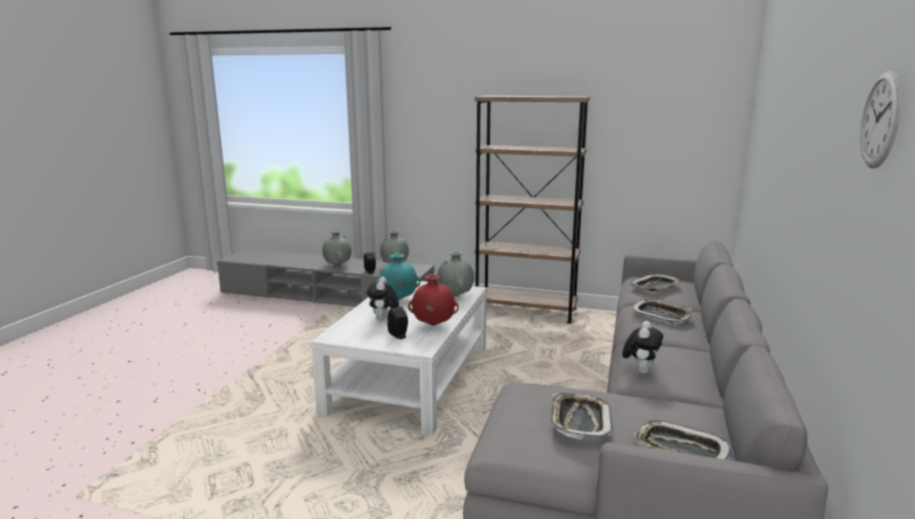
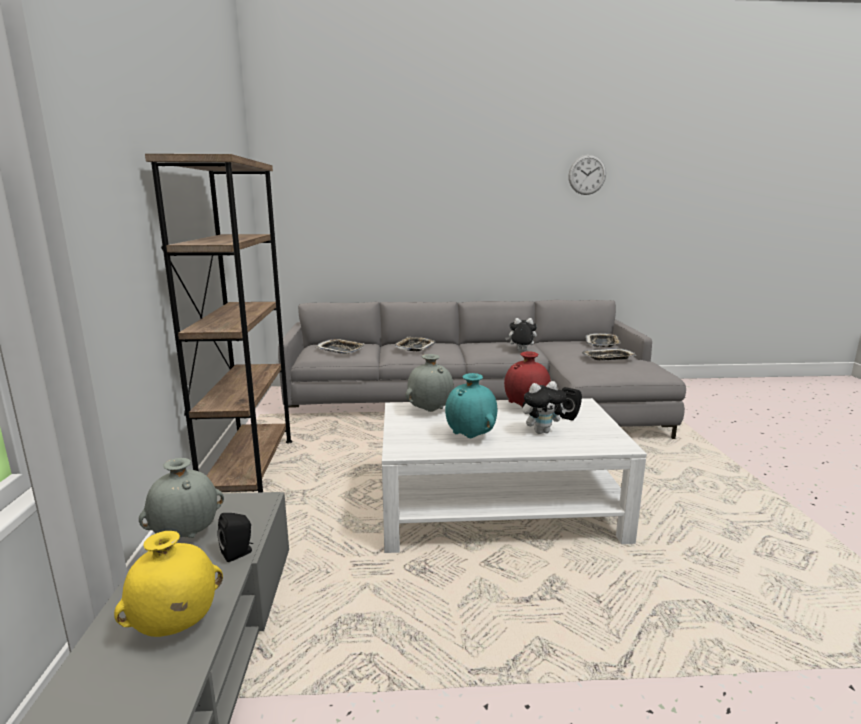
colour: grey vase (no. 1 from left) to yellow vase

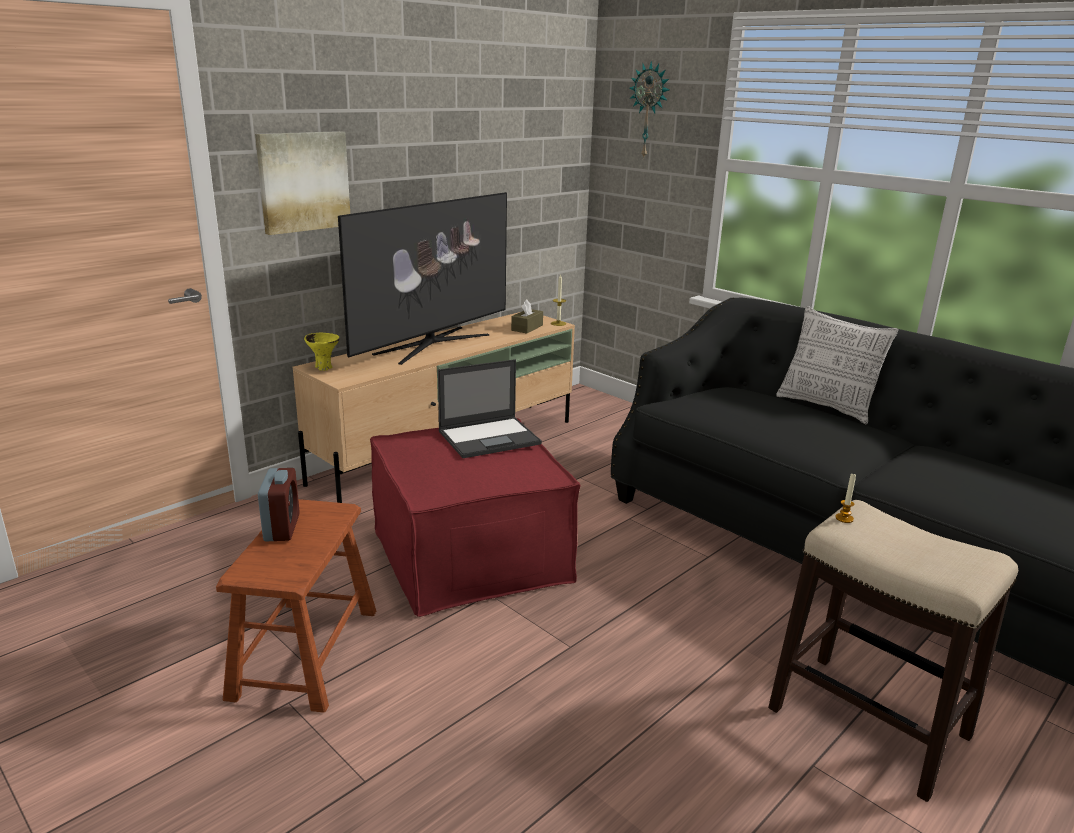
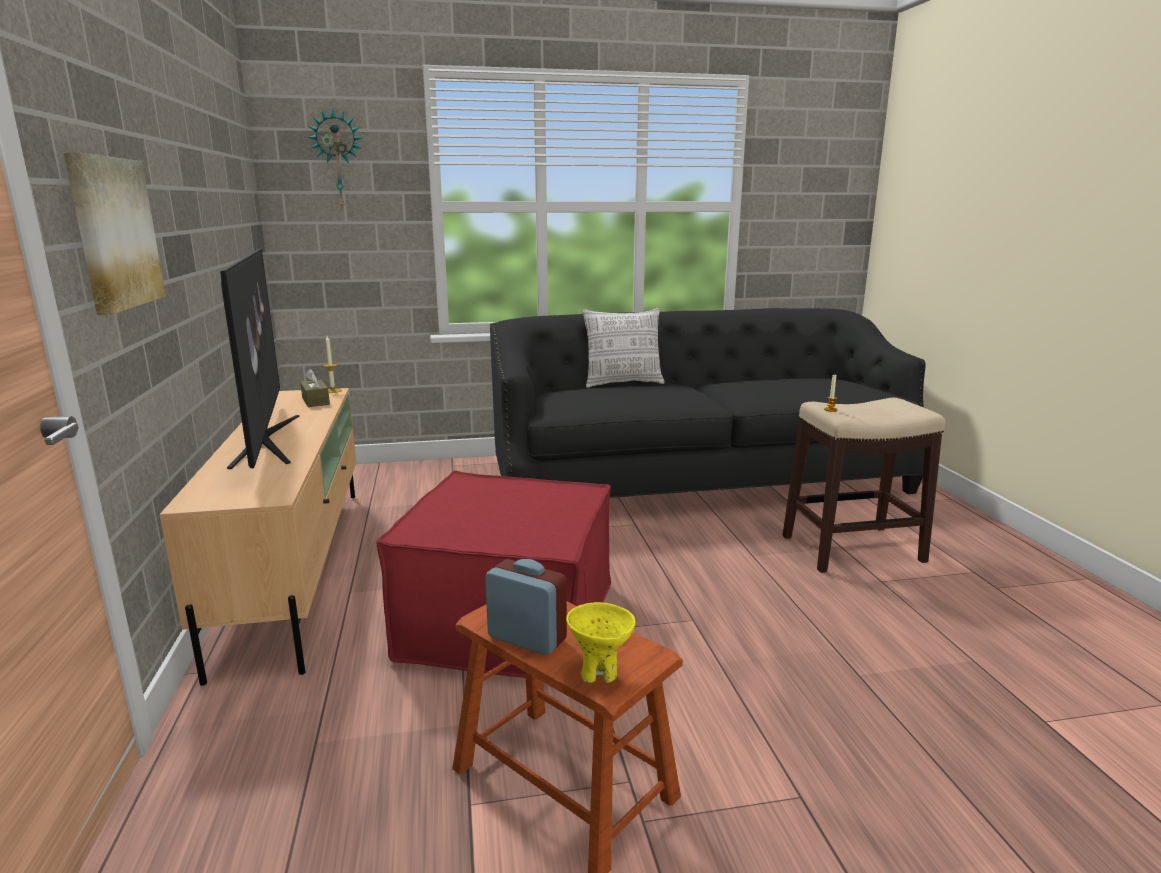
missing: laptop
relocated: yellow bowl

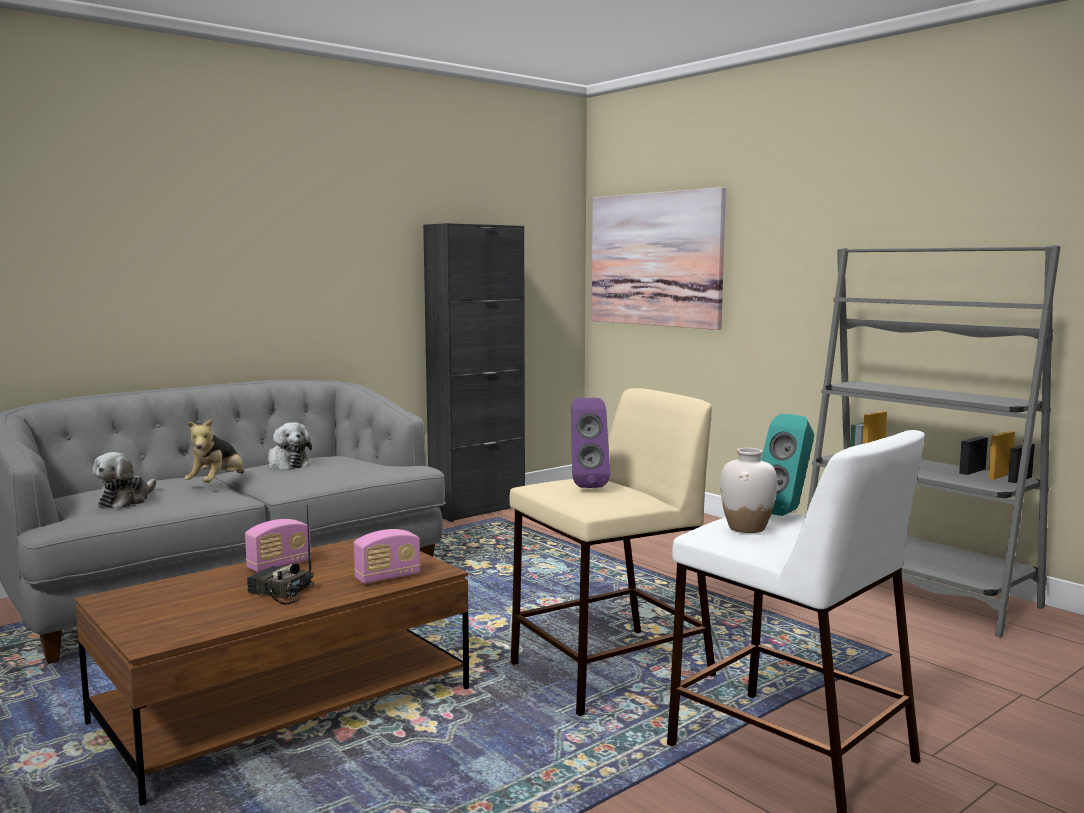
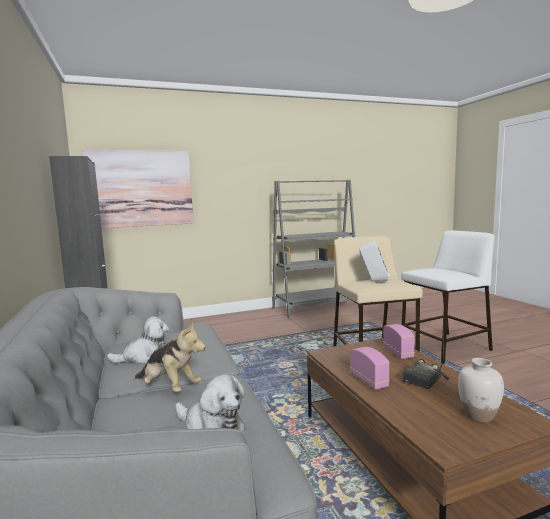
missing: turquoise speaker
relocated: white vase
colour: purple speaker to white speaker

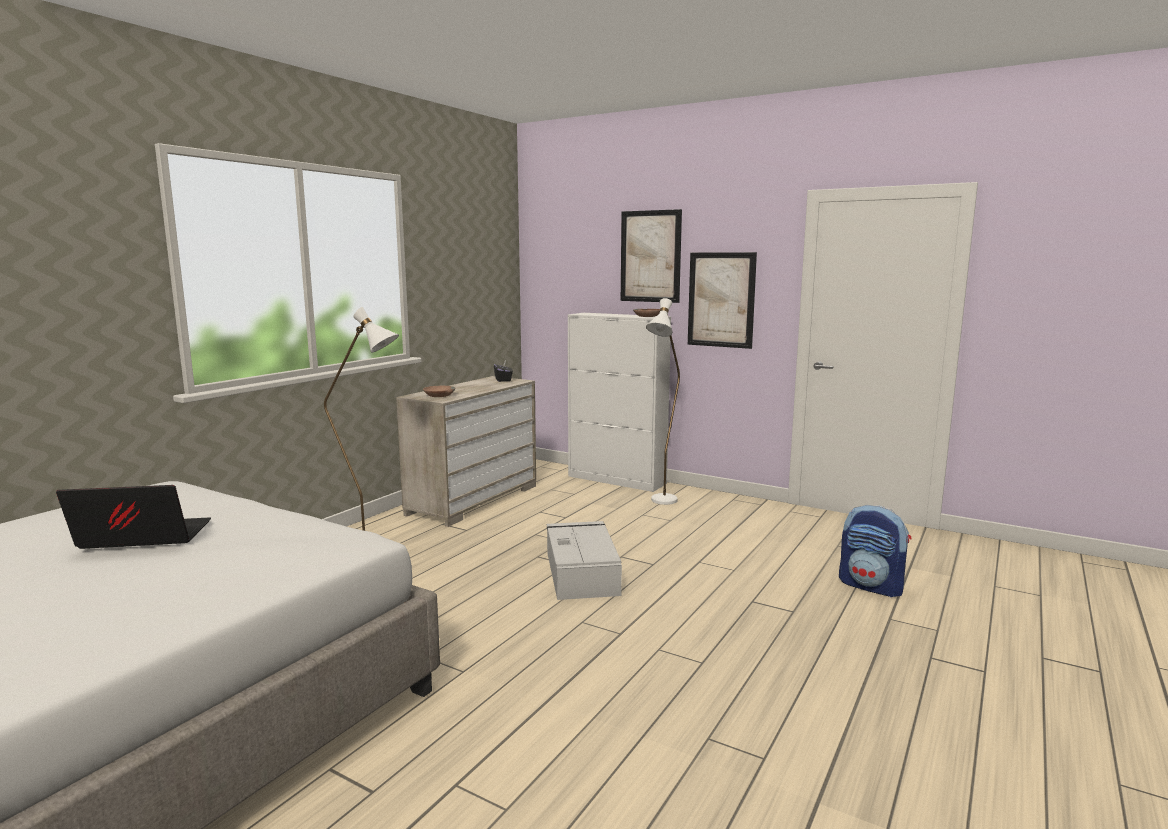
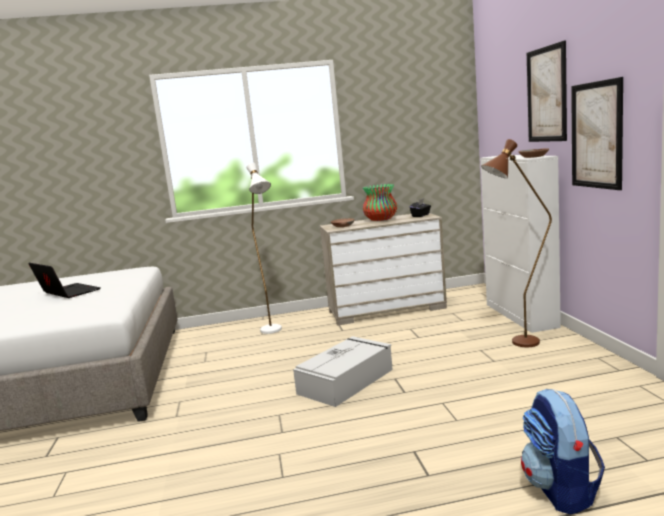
appeared: vase
colour: white floor lamp (no. 2 from left) to brown floor lamp

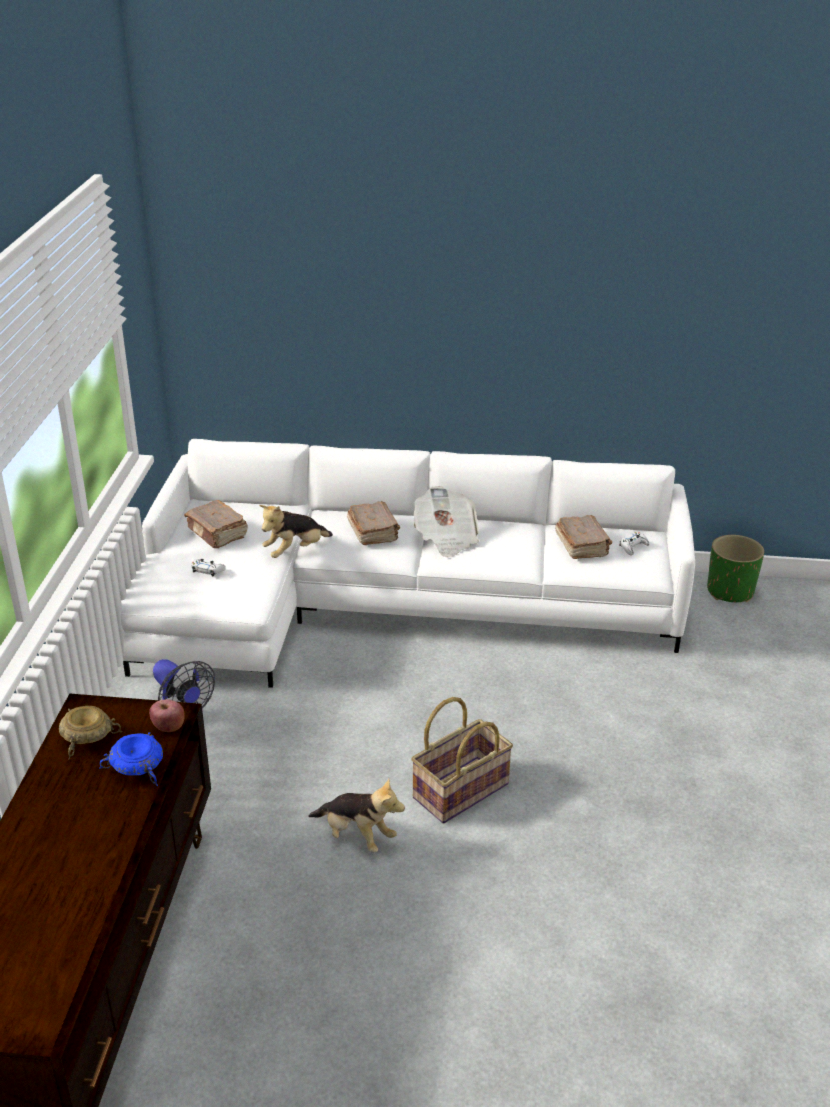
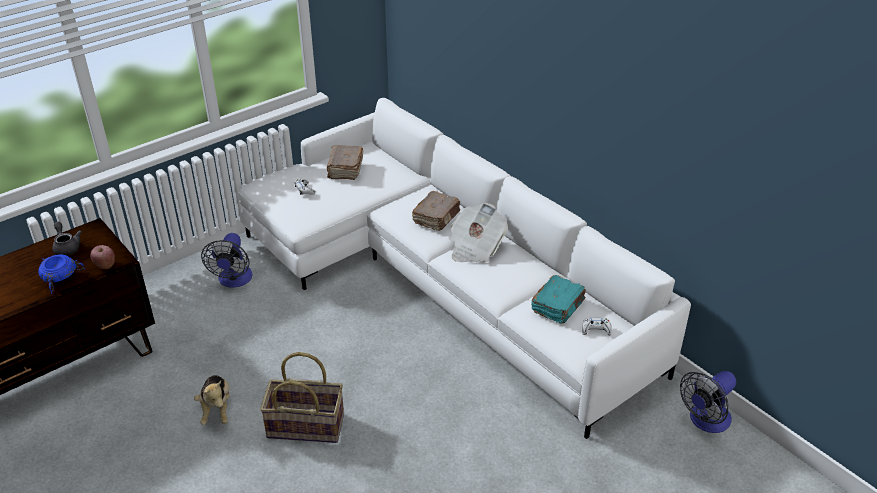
missing: plush toy (no. 1 from left)
exchanged: green planter to fan (no. 2 from left); beige bowl to grey teapot
colour: brown book (no. 3 from left) to turquoise book

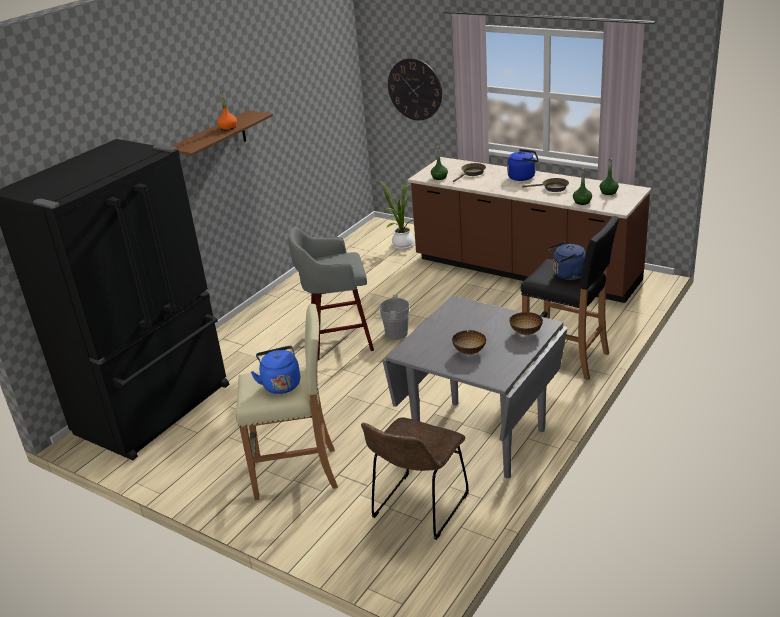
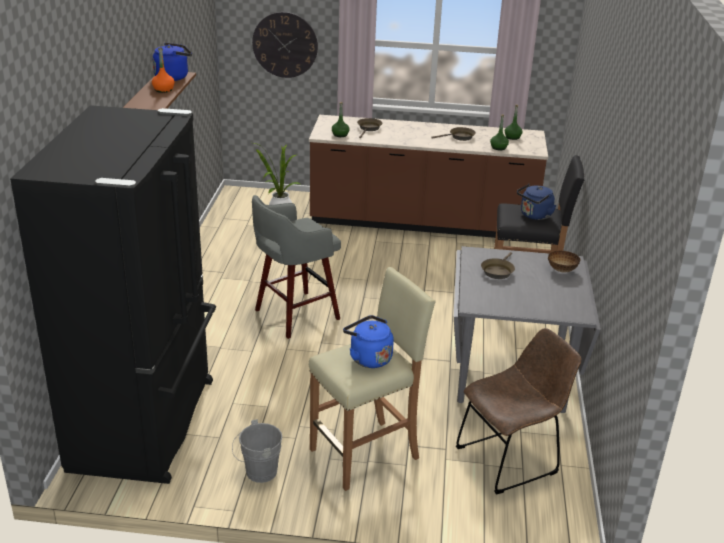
missing: bowl (no. 1 from left)
appeared: brown frying pan (no. 3 from left)
relocated: blue kettle (no. 2 from left in the first image) to blue kettle (no. 1 from left); grey bucket
spun: brown chair 120 degrees counterclockwise

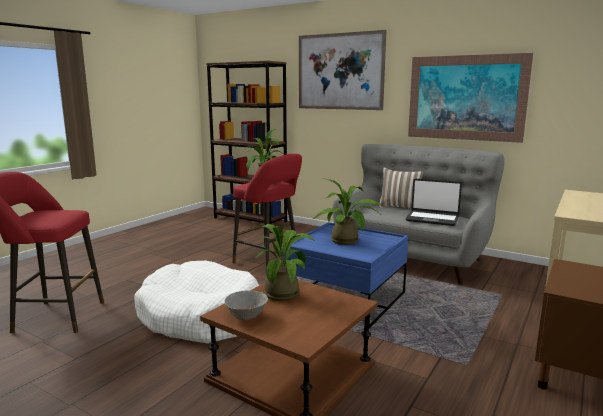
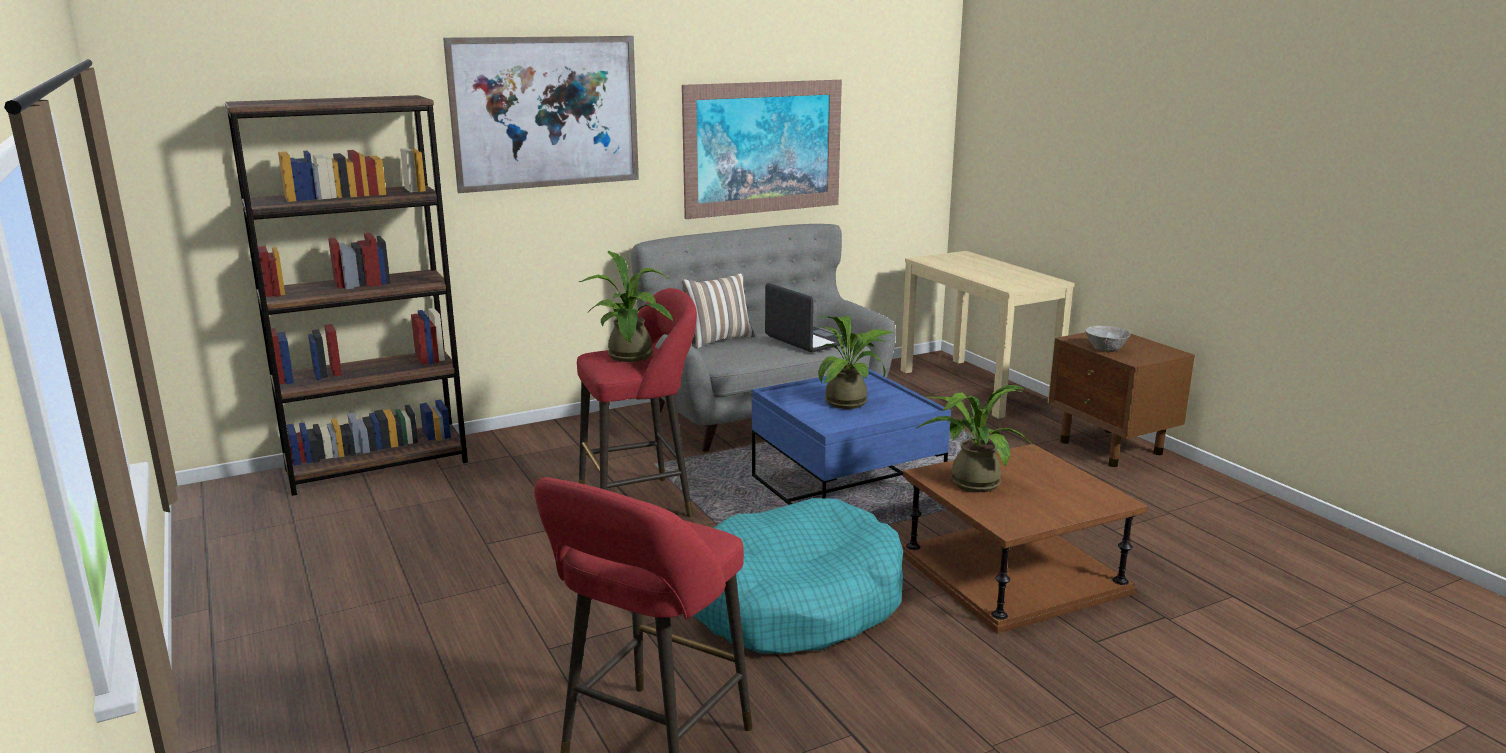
relocated: grey bowl
colour: white dog bed to turquoise dog bed
spun: laptop 90 degrees counterclockwise

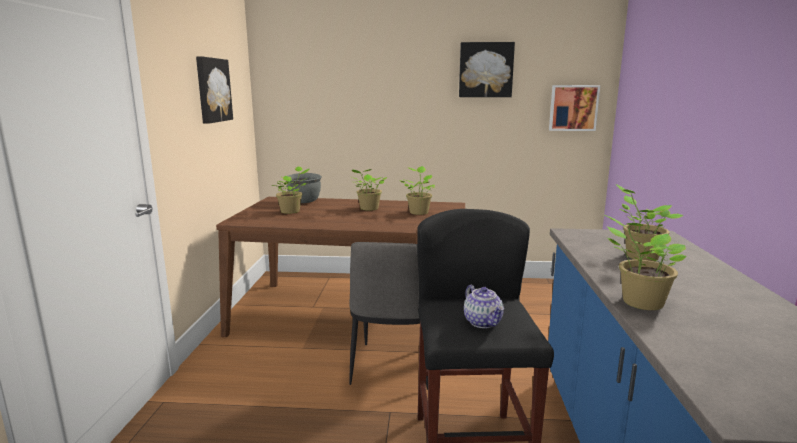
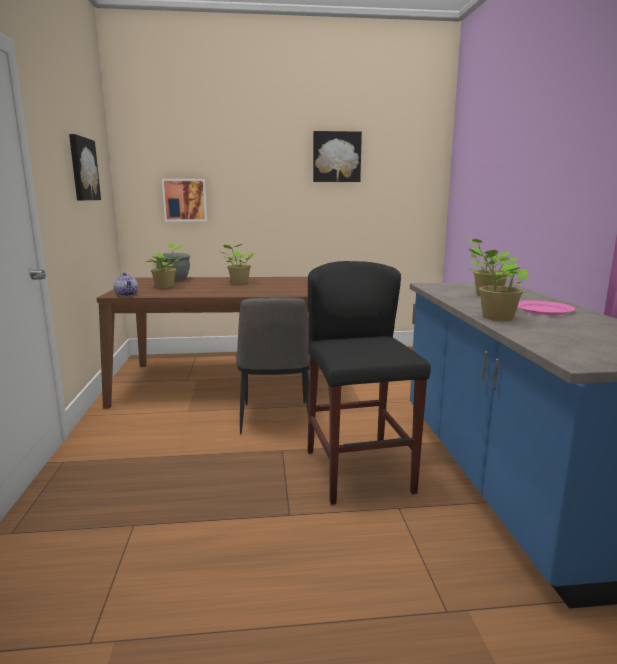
missing: potted plant (no. 3 from left)
appeared: pink plate
relocated: picture (no. 3 from left in the first image) to picture (no. 2 from left); teapot

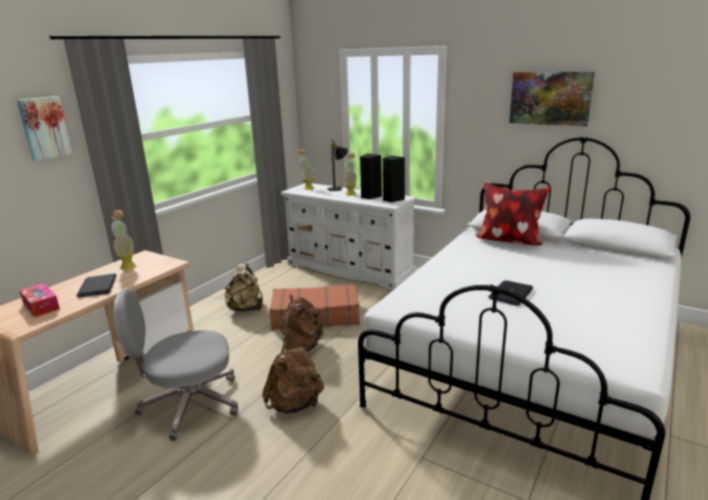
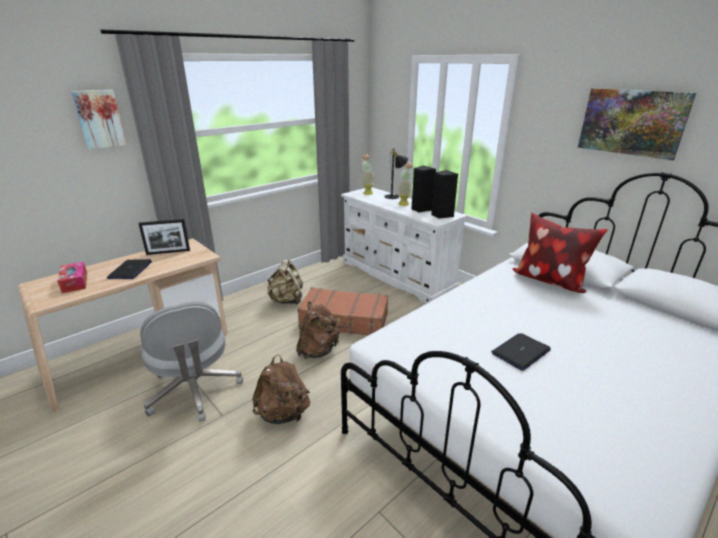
exchanged: potted plant (no. 1 from left) to picture frame
spun: grey office chair 120 degrees counterclockwise

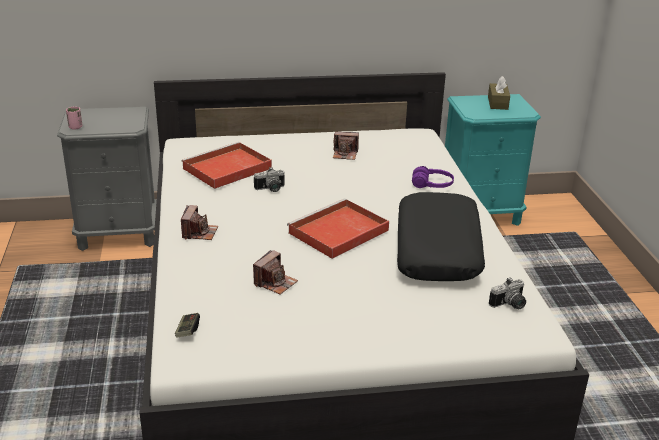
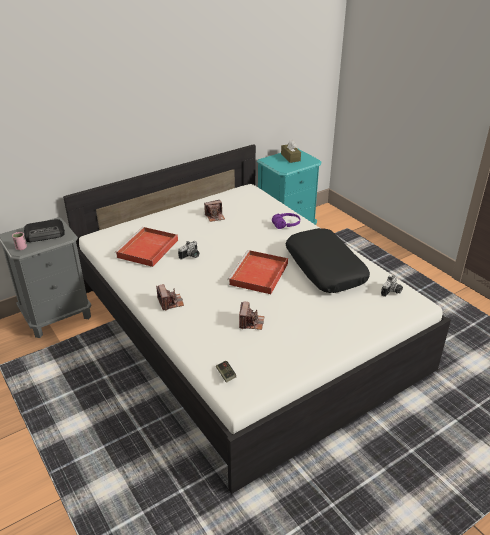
appeared: radio

